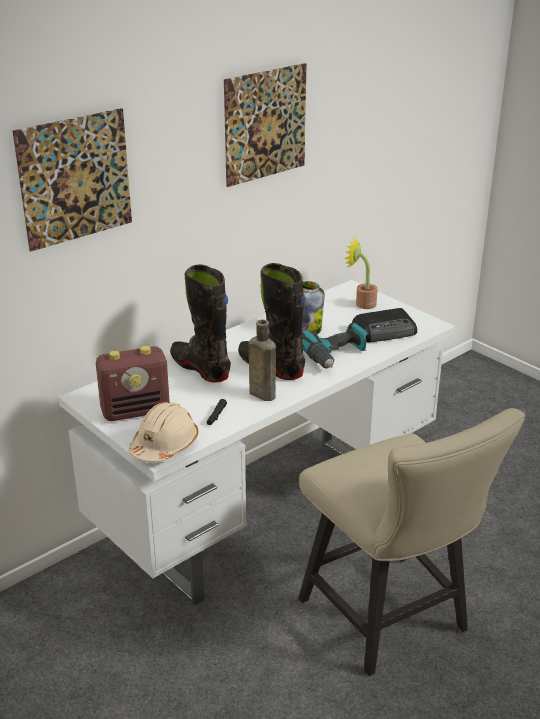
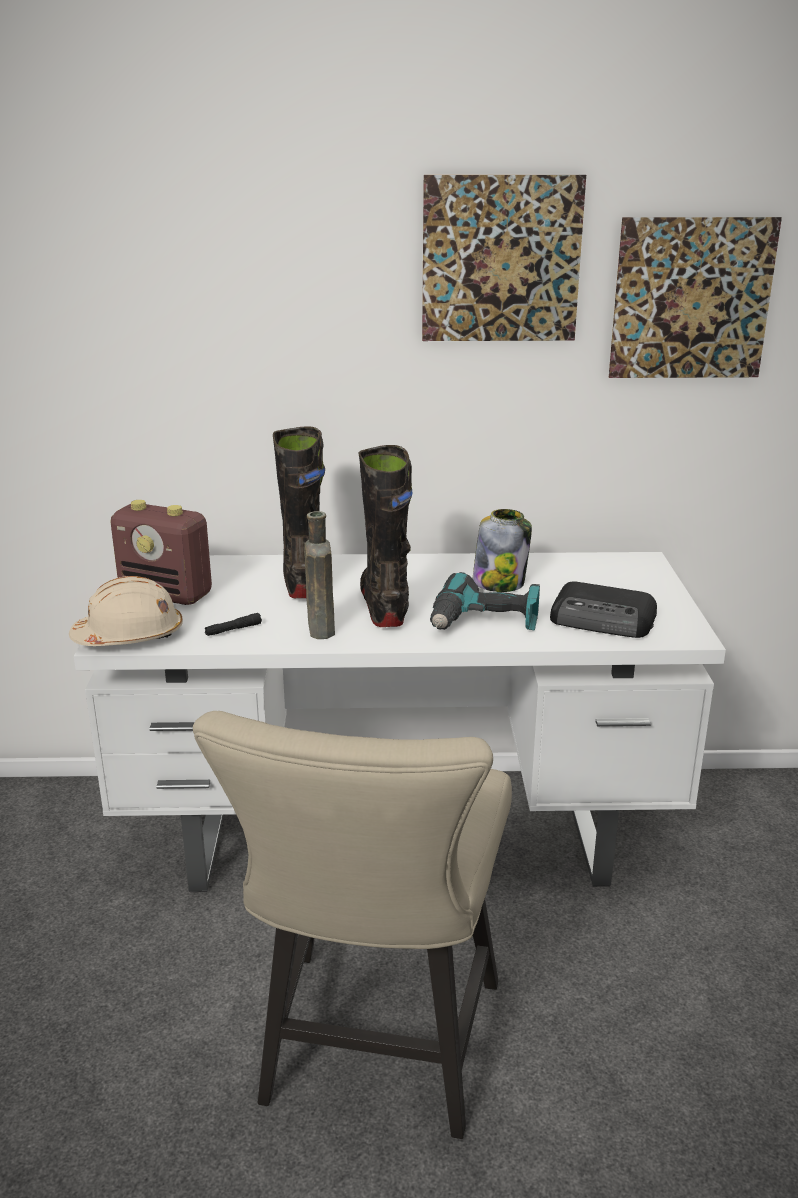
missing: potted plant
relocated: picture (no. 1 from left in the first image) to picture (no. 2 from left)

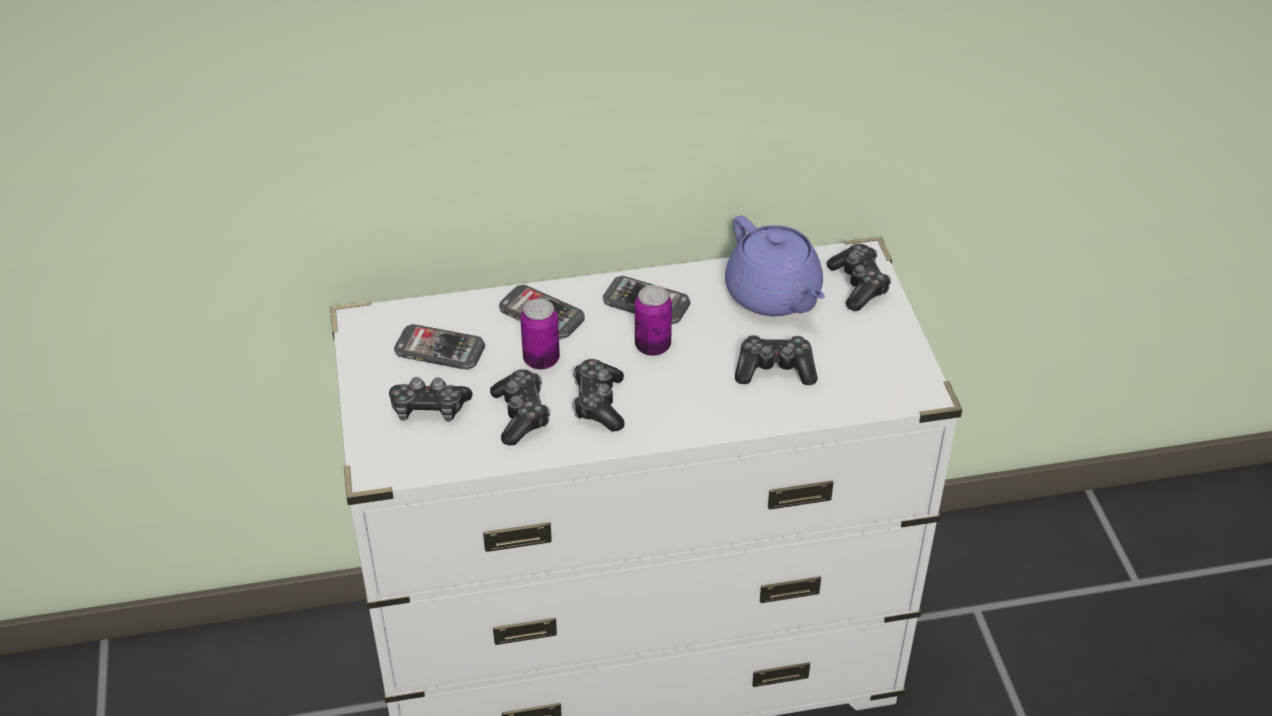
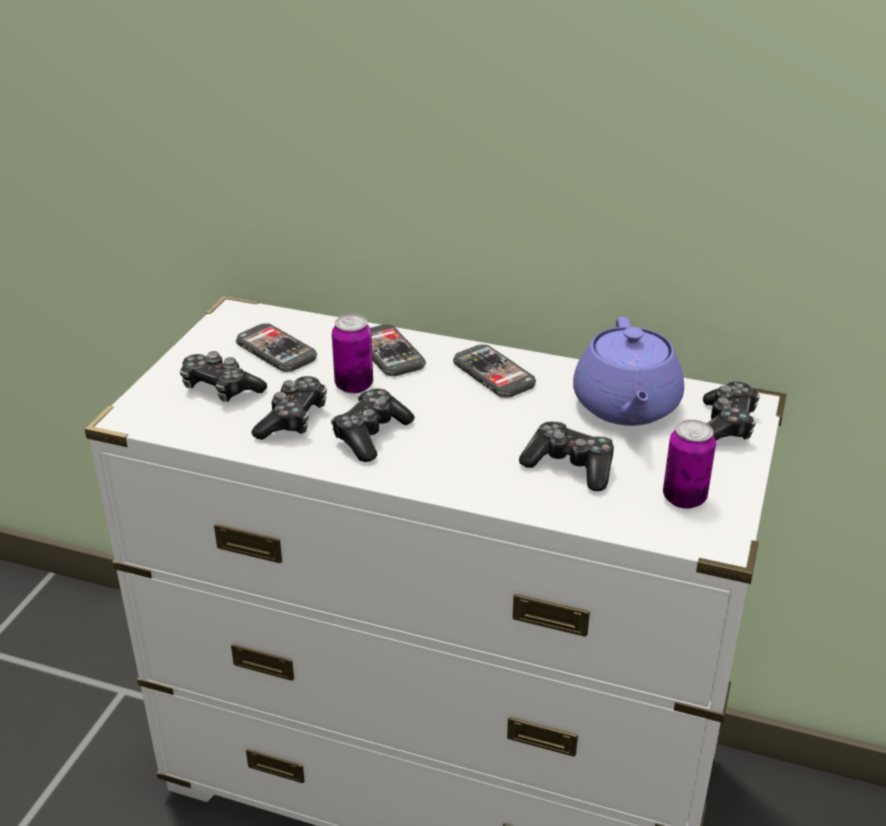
relocated: can (no. 2 from left)

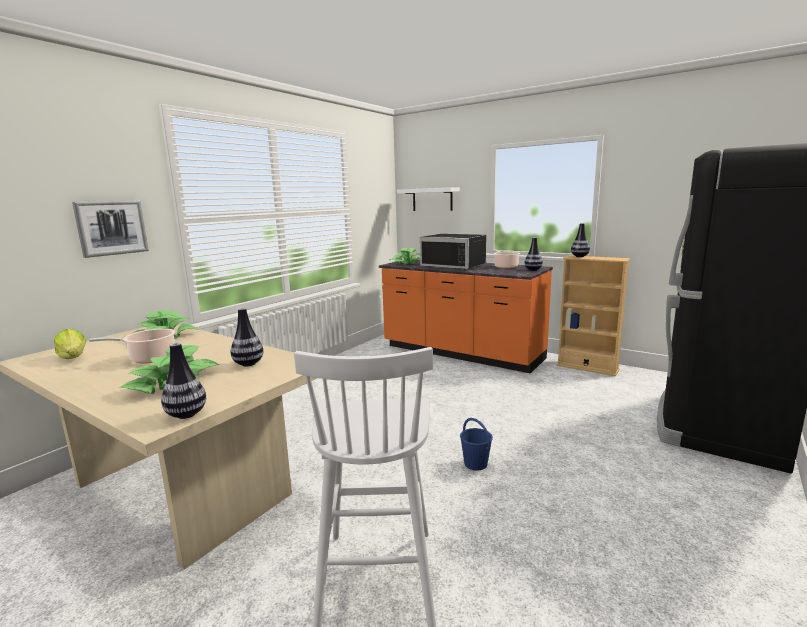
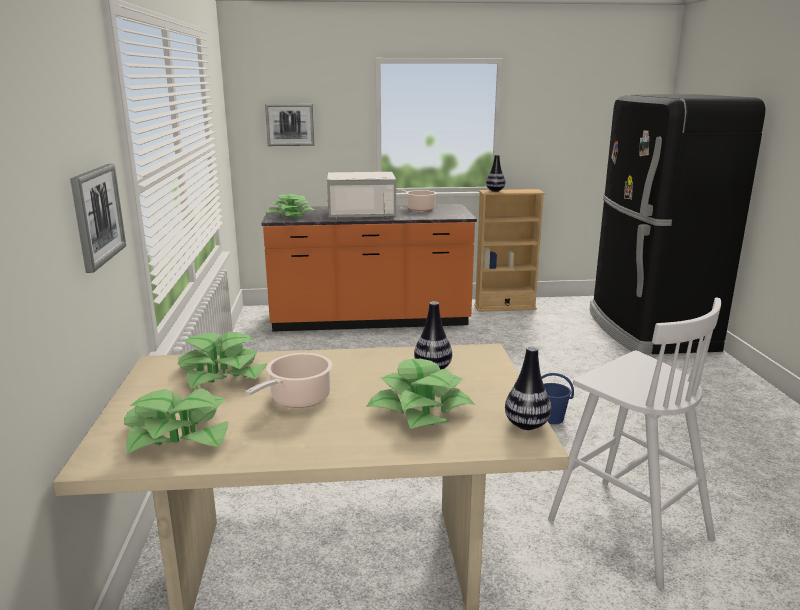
missing: vase (no. 3 from left)
exchanged: white shelf to picture (no. 2 from left); lettuce to potted plant (no. 1 from left)
colour: black microwave to white microwave

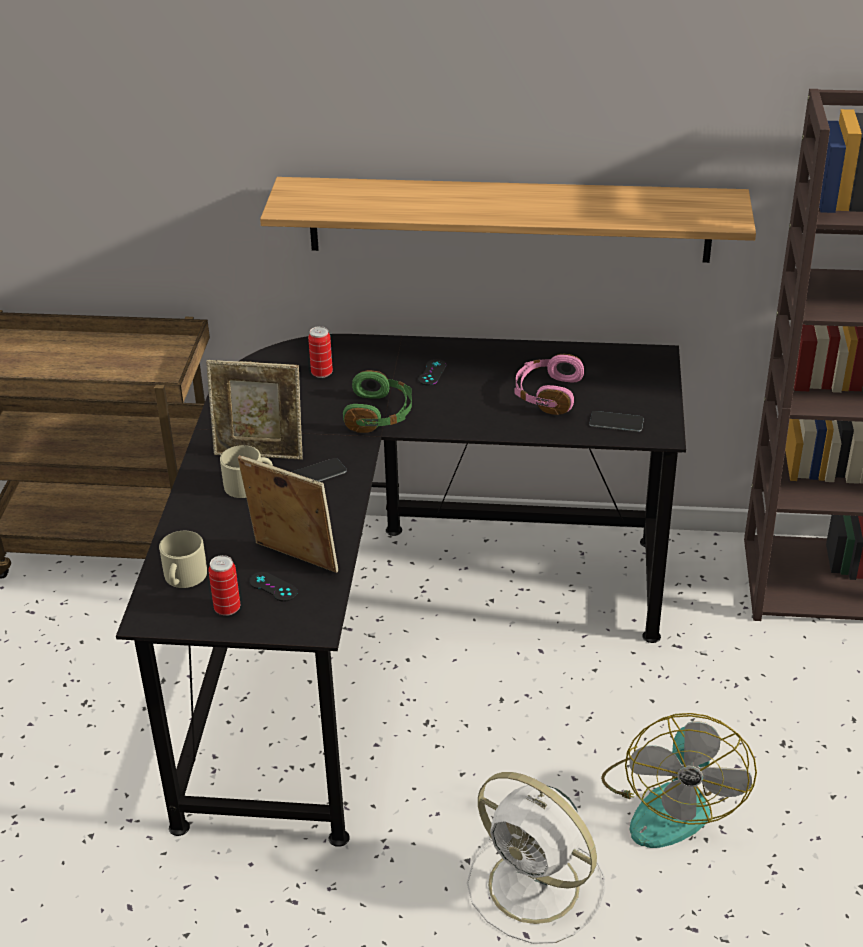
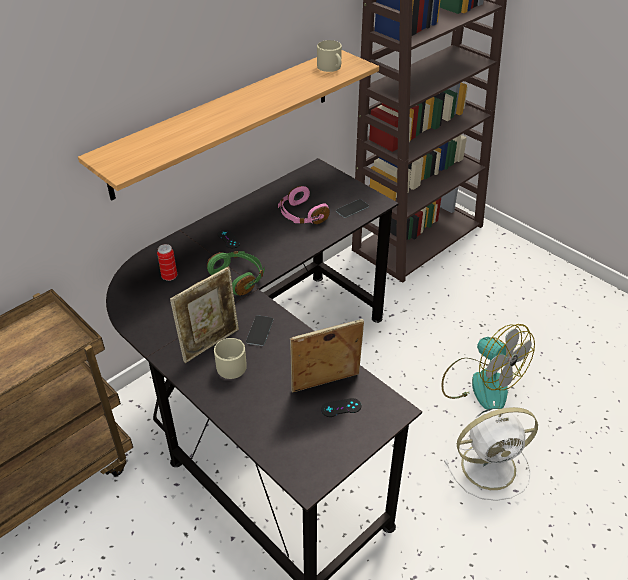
missing: can (no. 1 from left)
relocated: beige mug (no. 1 from left in the first image) to beige mug (no. 2 from left)

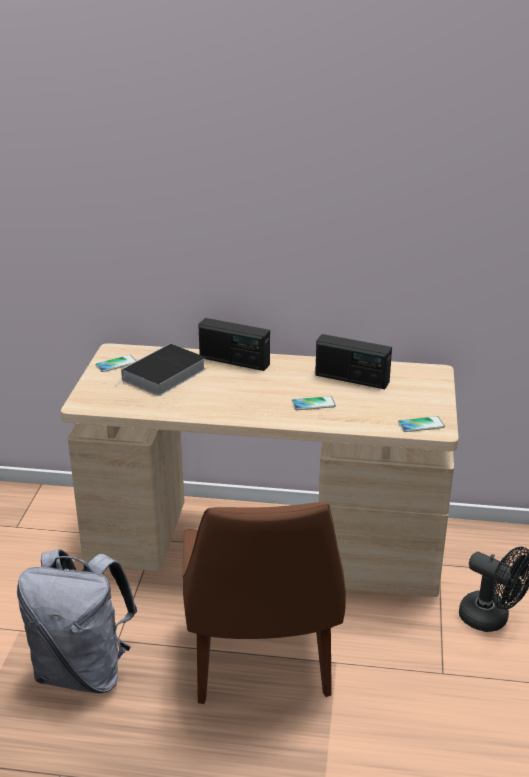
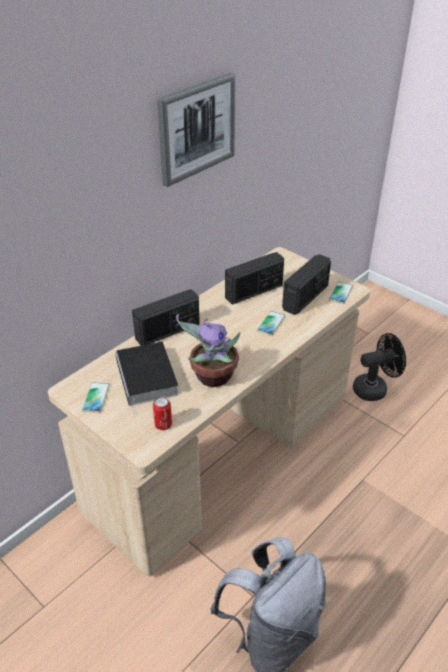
missing: brown chair
appeared: picture; radio (no. 3 from left); potted plant; can

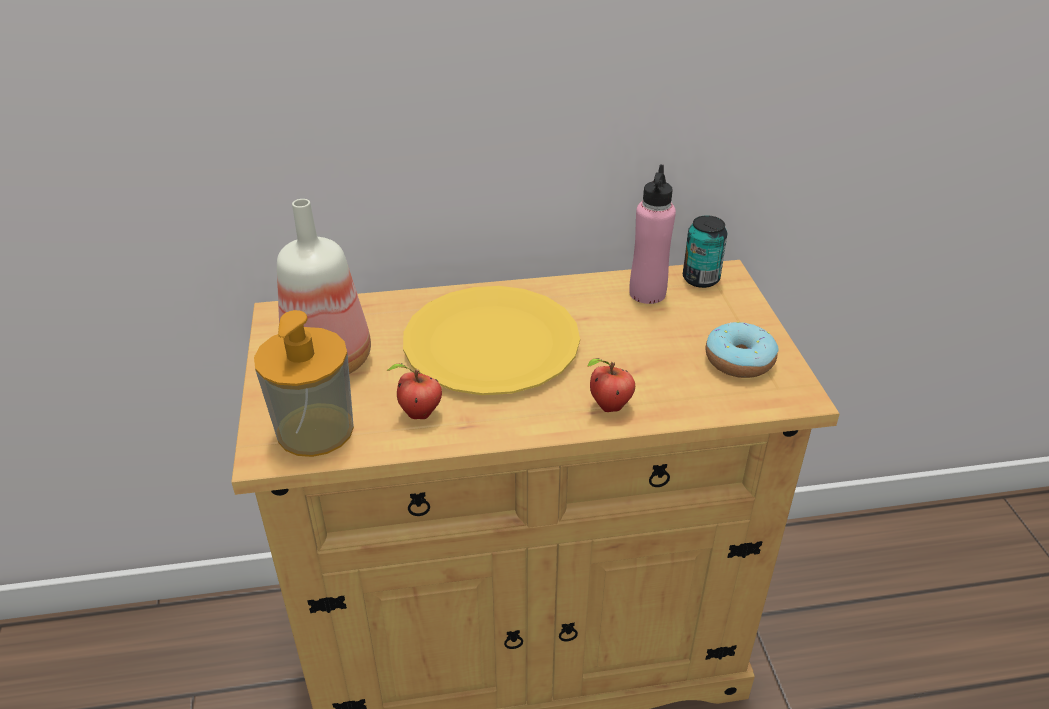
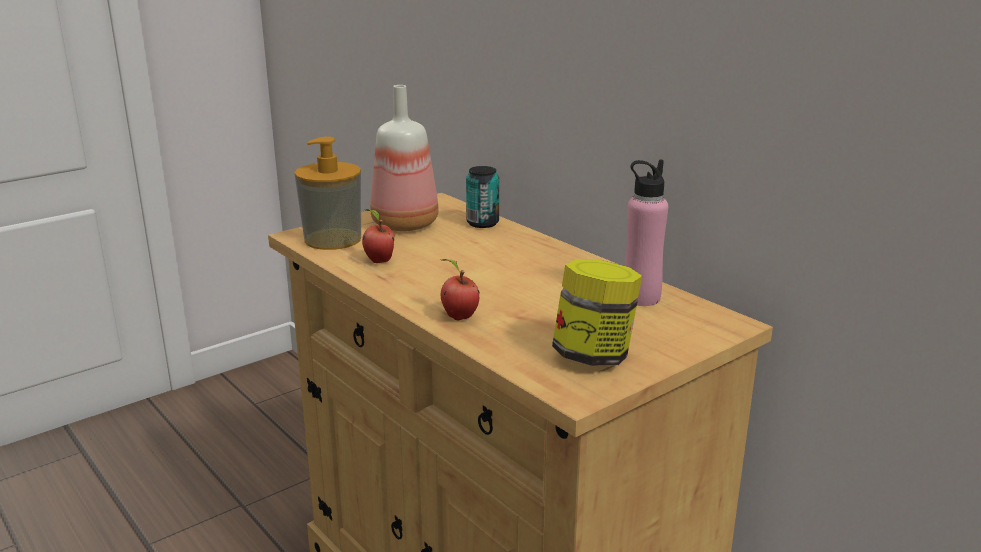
missing: yellow plate
relocated: can
exchanged: donut to jar

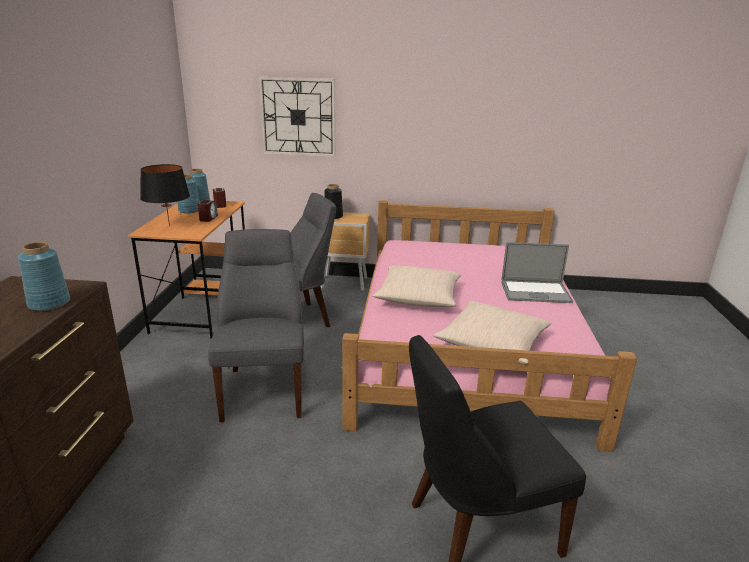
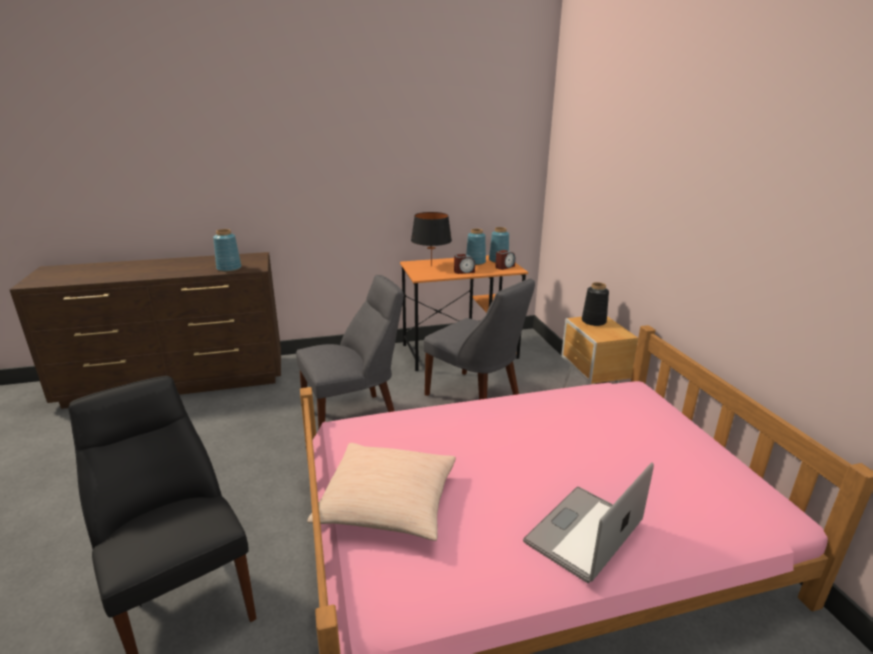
missing: wall clock; beige pillow (no. 1 from left)
spun: laptop 60 degrees clockwise

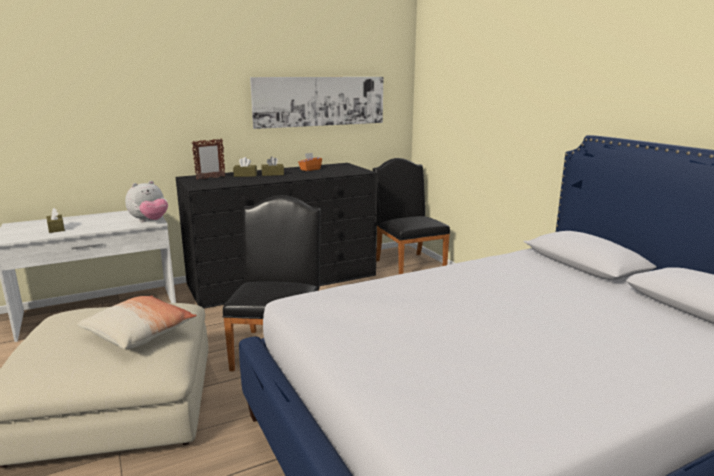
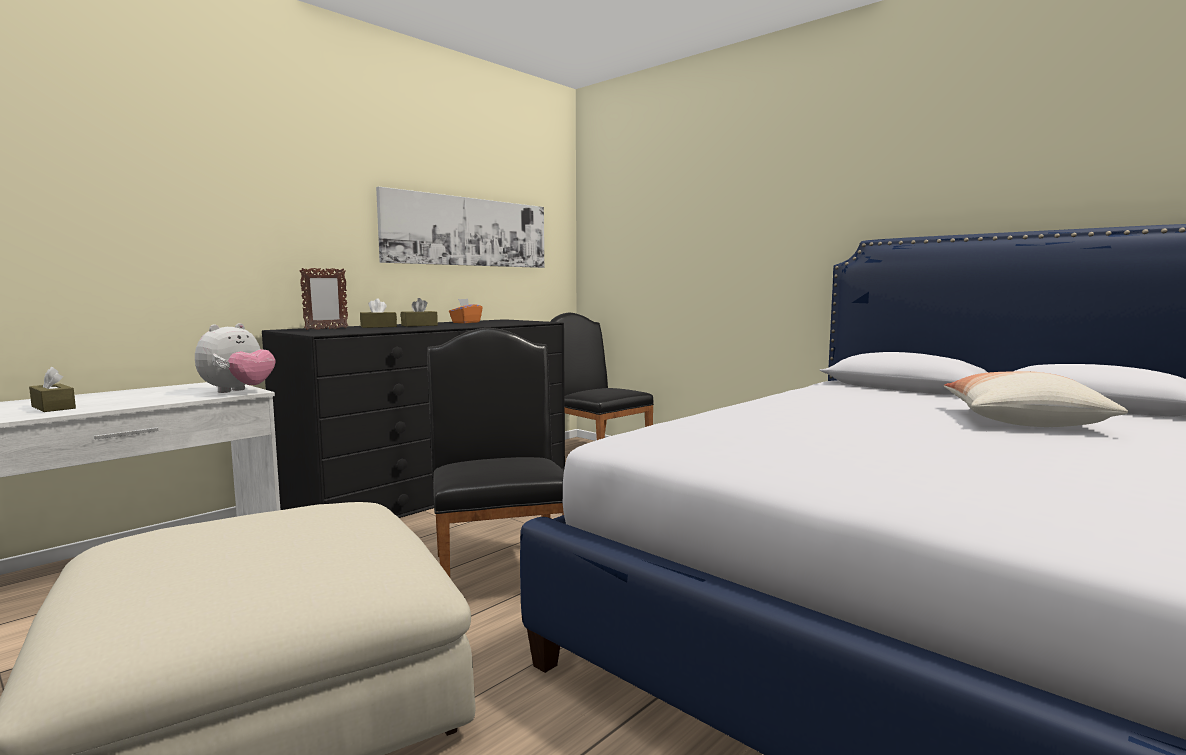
relocated: pillow

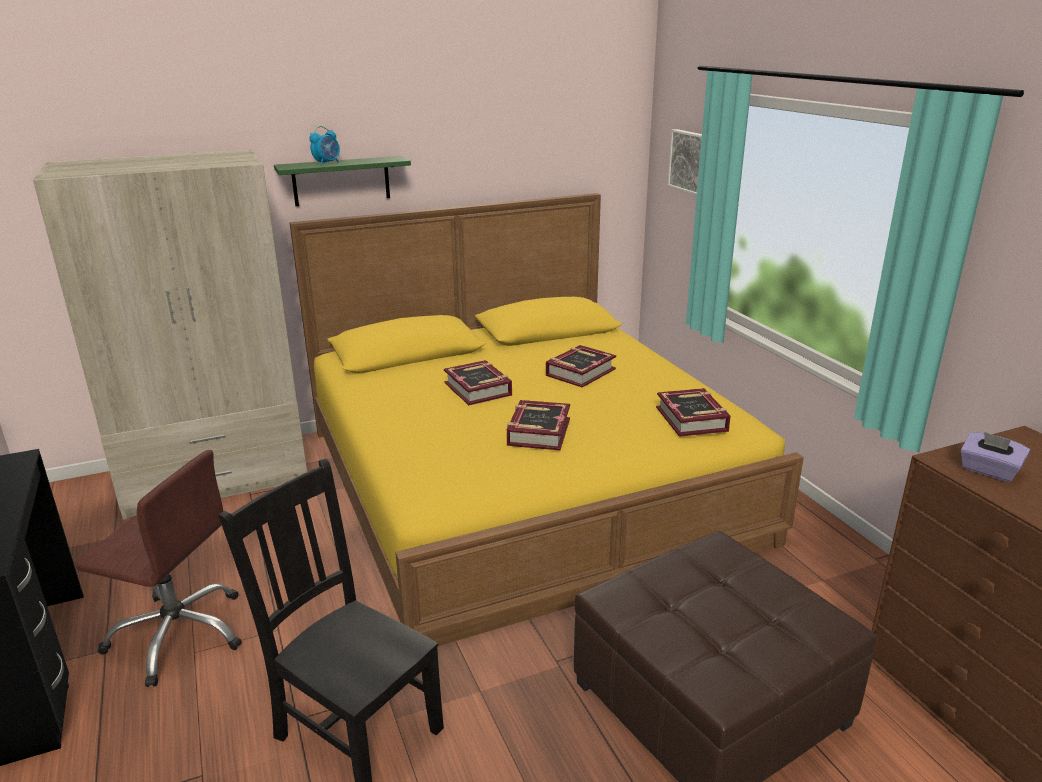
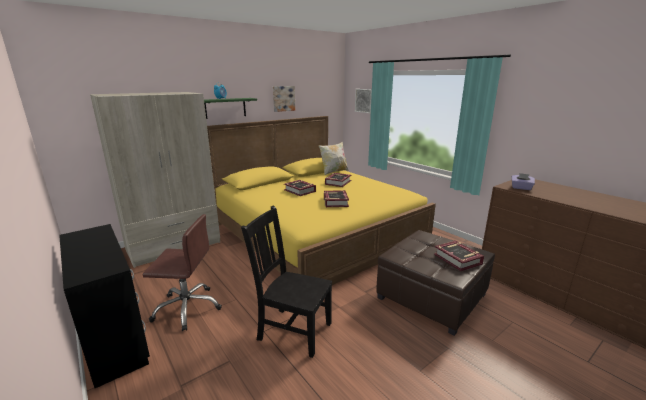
appeared: picture (no. 1 from left); pillow
relocated: book (no. 4 from left)

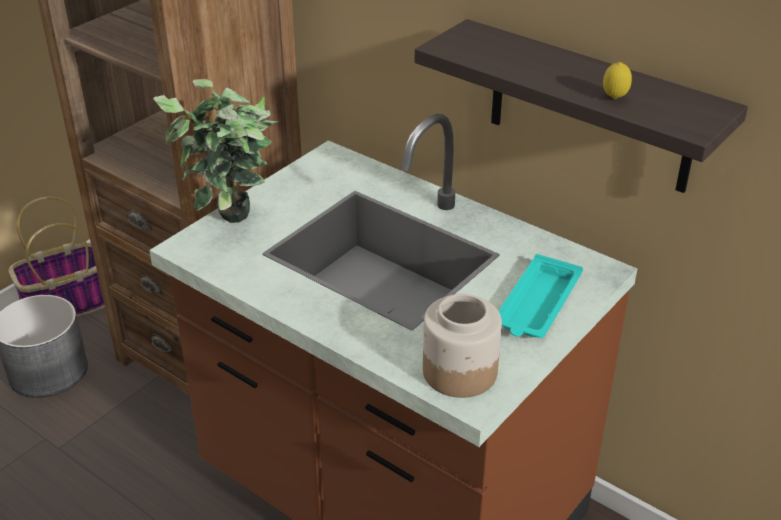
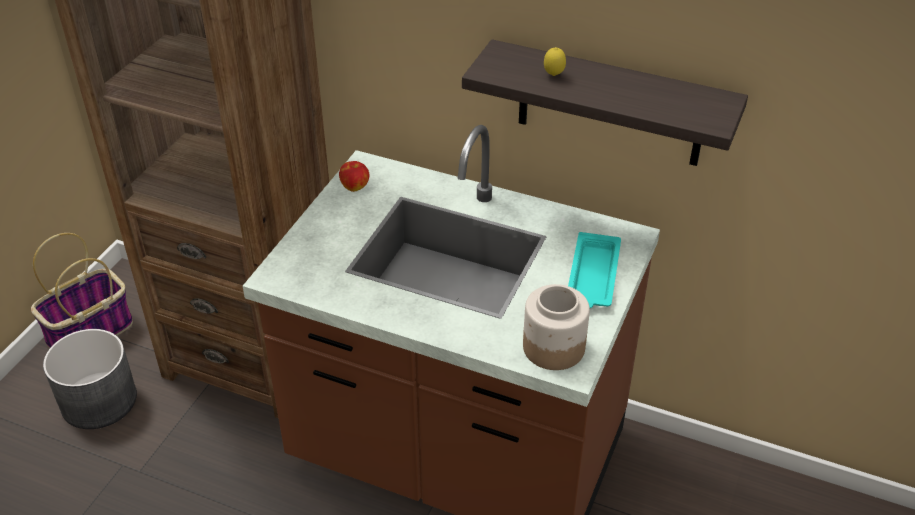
missing: potted plant
appeared: apple
relocated: lemon

